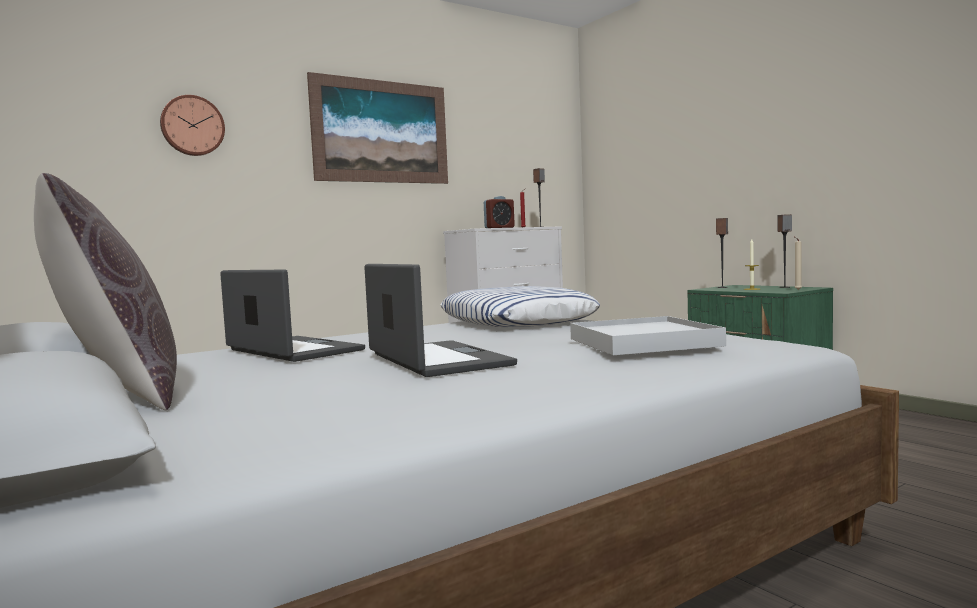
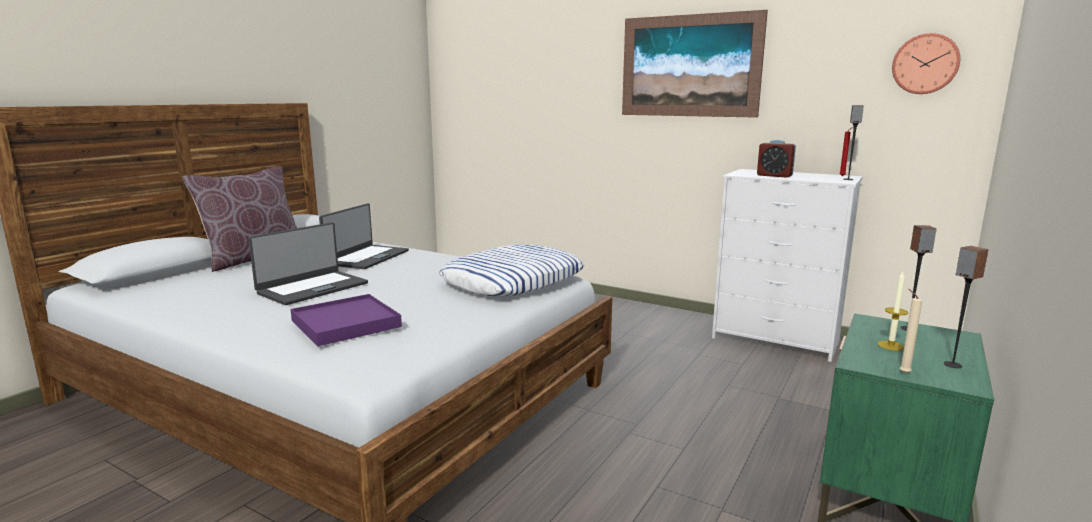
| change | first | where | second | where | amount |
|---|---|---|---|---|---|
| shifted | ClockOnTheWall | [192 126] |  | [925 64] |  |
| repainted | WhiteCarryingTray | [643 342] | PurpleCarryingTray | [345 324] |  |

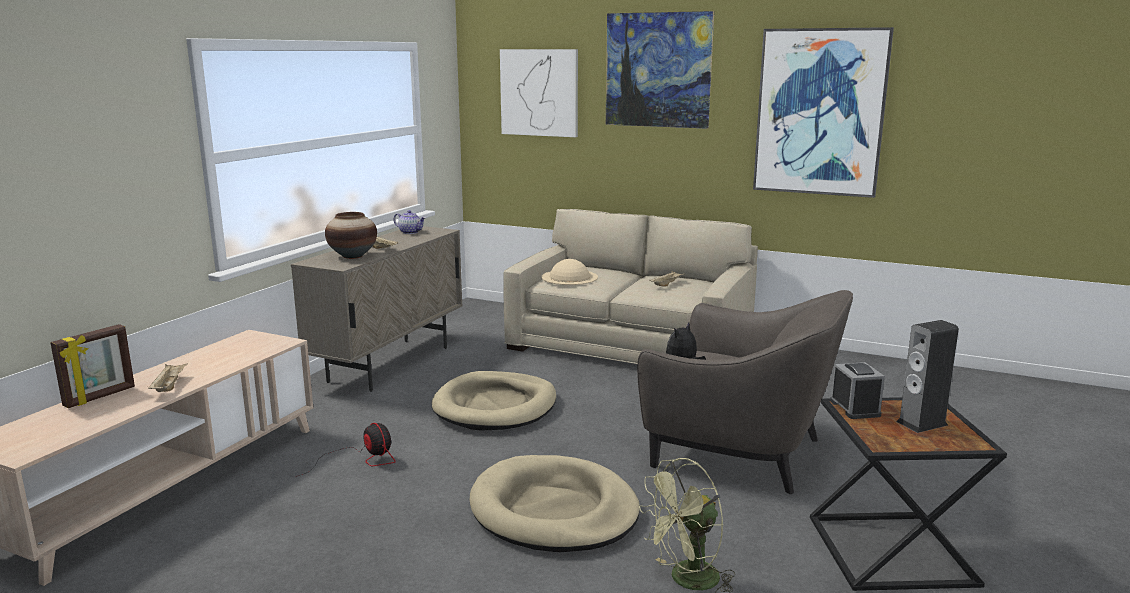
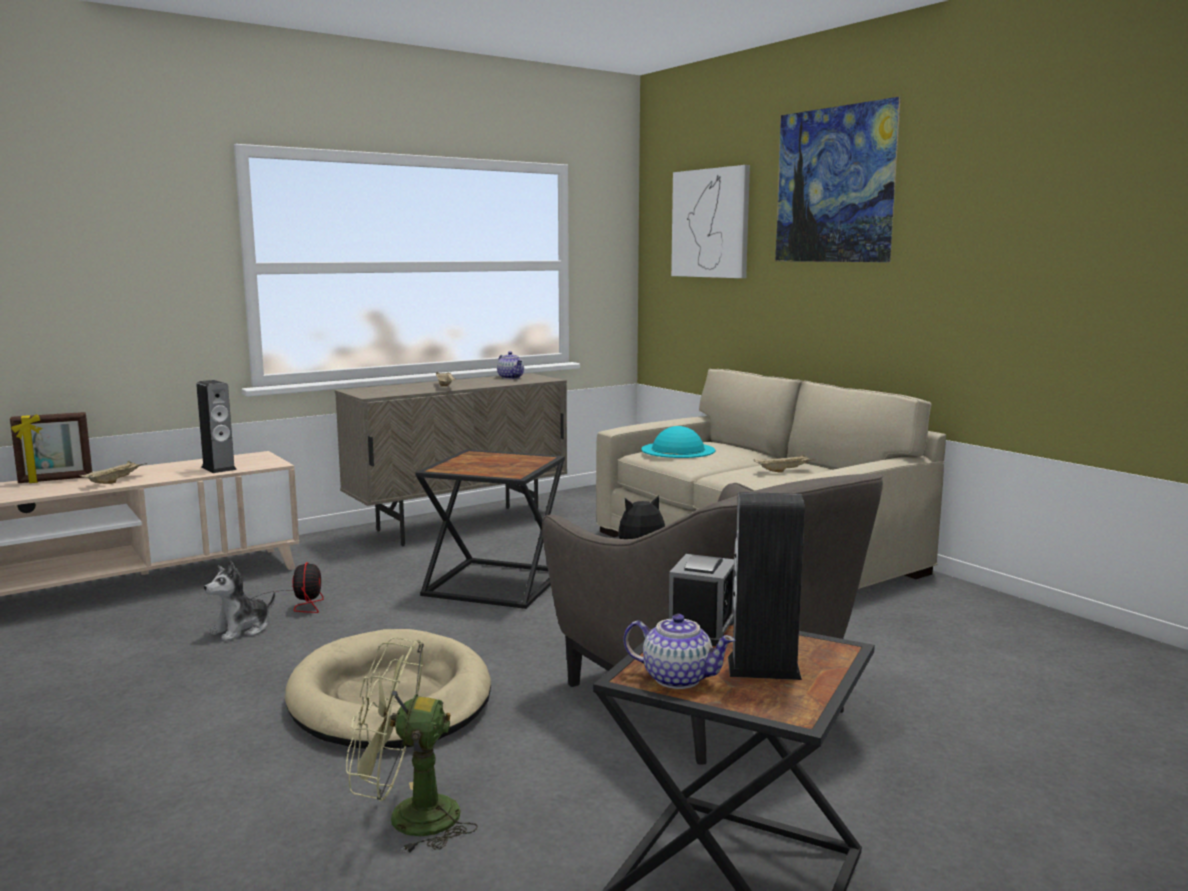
| change | first | where | second | where | amount |
|---|---|---|---|---|---|
| gone | Vase | [352 256] |  |  |  |
| gone | WallArt | [820 112] |  |  |  |
| new |  |  | Loudspeaker | [218 468] |  |
| new |  |  | SoftToy | [242 630] |  |
| new |  |  | Teapot | [677 678] |  |
| swapped | BeigeColouredPetBed | [495 406] | BlackEndTable | [498 584] |  |
| repainted | BeigeColouredHat | [569 277] | TurquoiseHat | [678 450] |  |

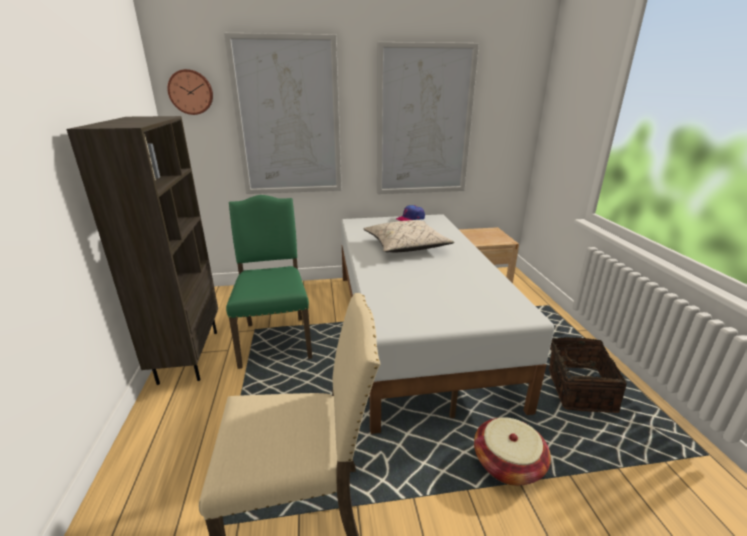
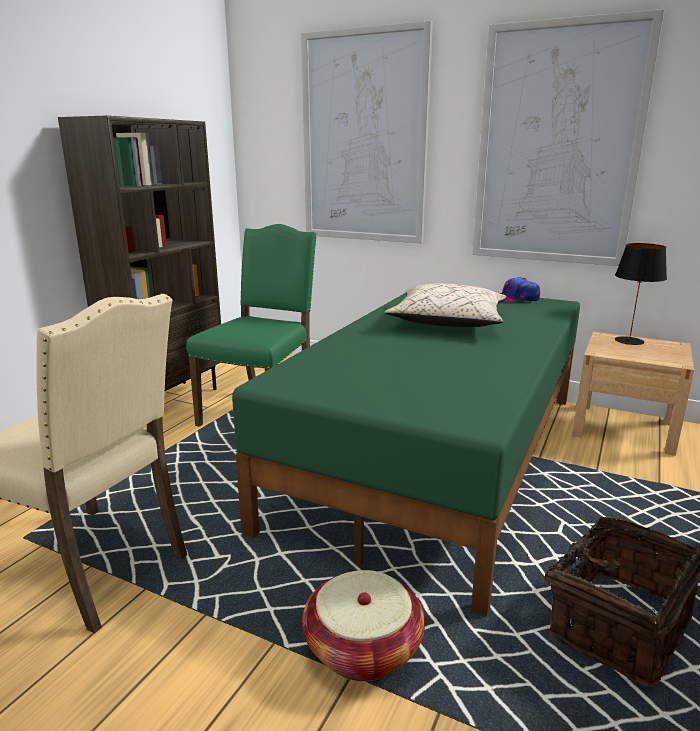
| change | first | where | second | where | amount |
|---|---|---|---|---|---|
| gone | ClockOnTheWall | [191 92] |  |  |  |
| new |  |  | BlackLampForATable | [629 341] |  |
| repainted | WhiteBedroomBed | [415 329] | GreenishBedroomBed | [440 455] |  |

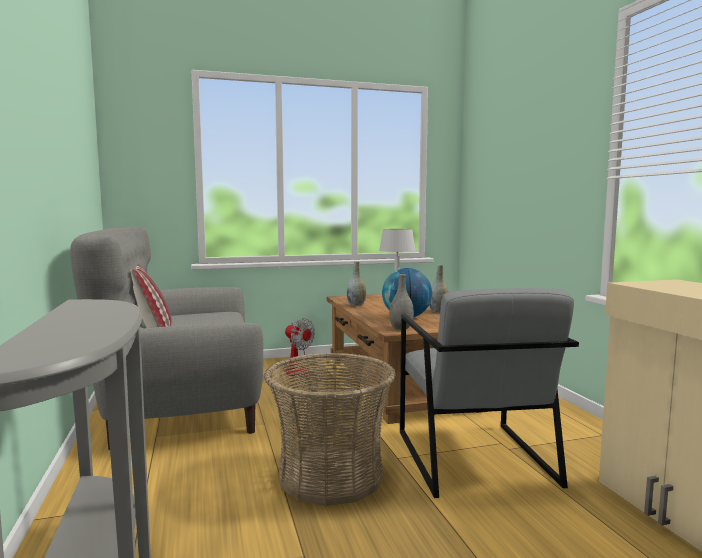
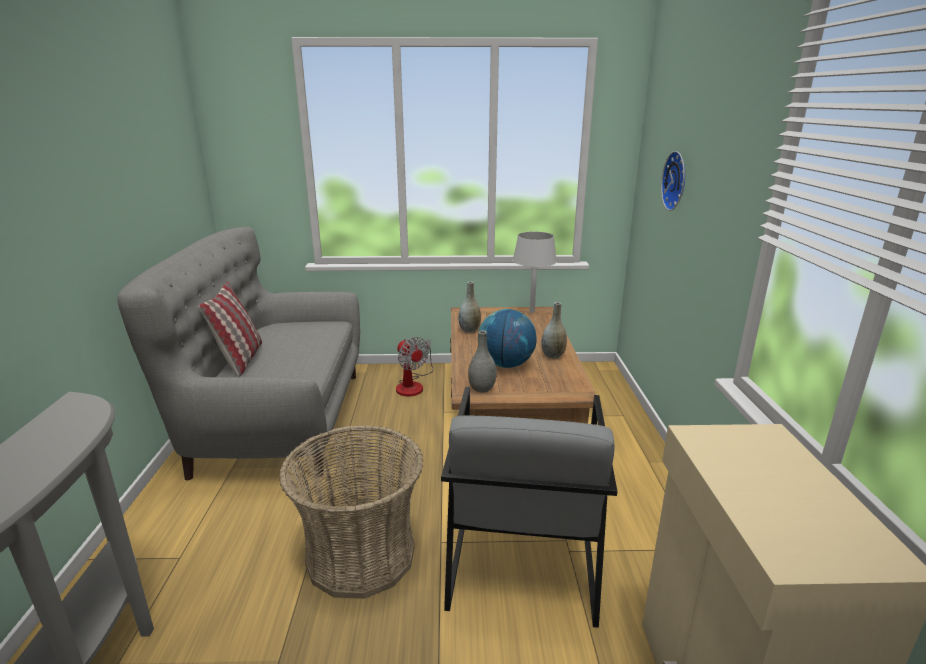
| change | first | where | second | where | amount |
|---|---|---|---|---|---|
| new |  |  | ClockOnTheWall | [677 181] |  |

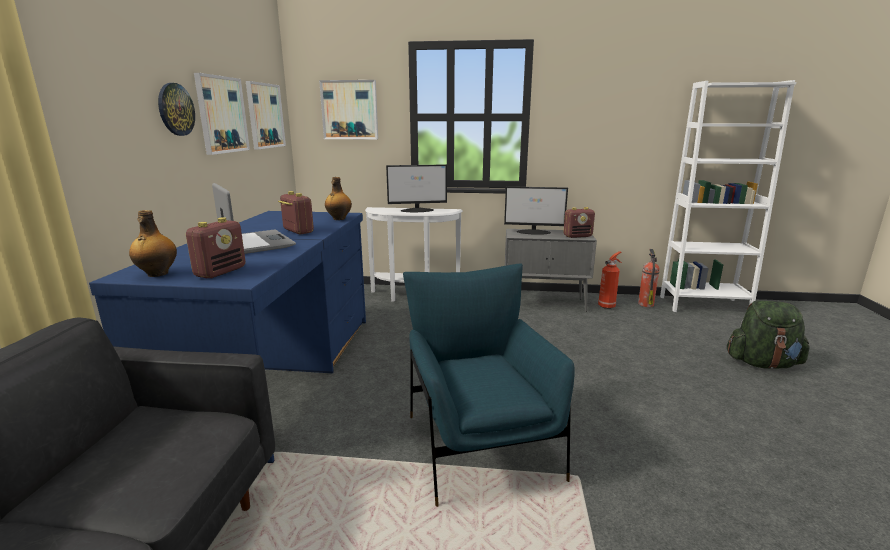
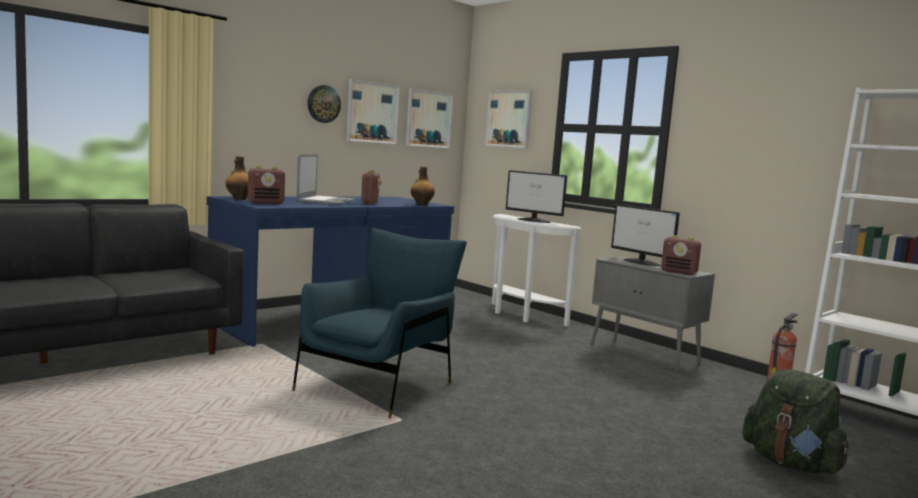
| change | first | where | second | where | amount |
|---|---|---|---|---|---|
| gone | FireFightingCylinder | [607 306] |  |  |  |

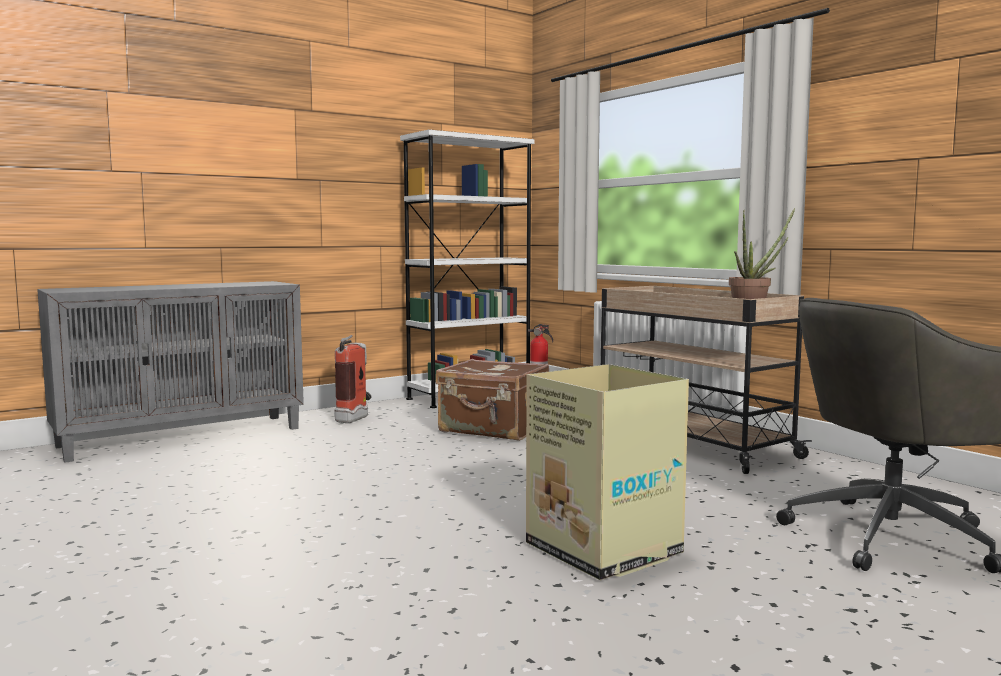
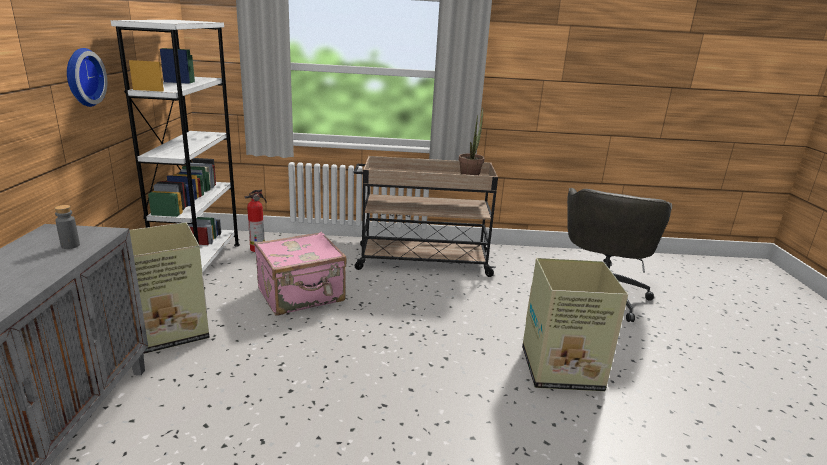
| change | first | where | second | where | amount |
|---|---|---|---|---|---|
| new |  |  | GreyishDrinkBottle | [70 245] |  |
| new |  |  | ClockOnTheWall | [82 77] |  |
| swapped | FireFightingCylinder | [356 418] | Carton | [167 331] |  |
| repainted | BrownColouredTravelCase | [493 429] | PinkishTravelCase | [302 296] |  |

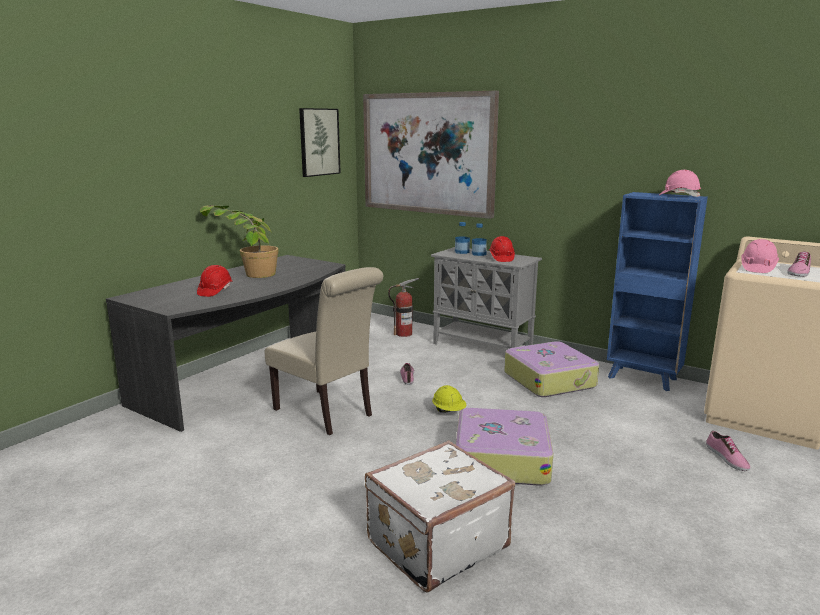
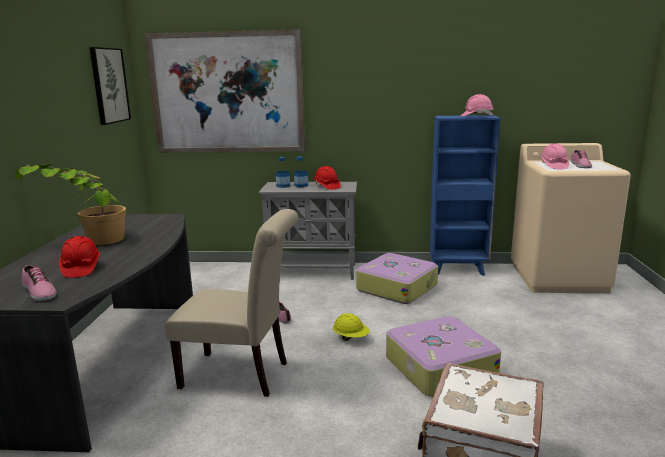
| change | first | where | second | where | amount |
|---|---|---|---|---|---|
| gone | FireFightingCylinder | [404 334] |  |  |  |
| shifted | LowShoe | [726 458] |  | [38 292] |  |

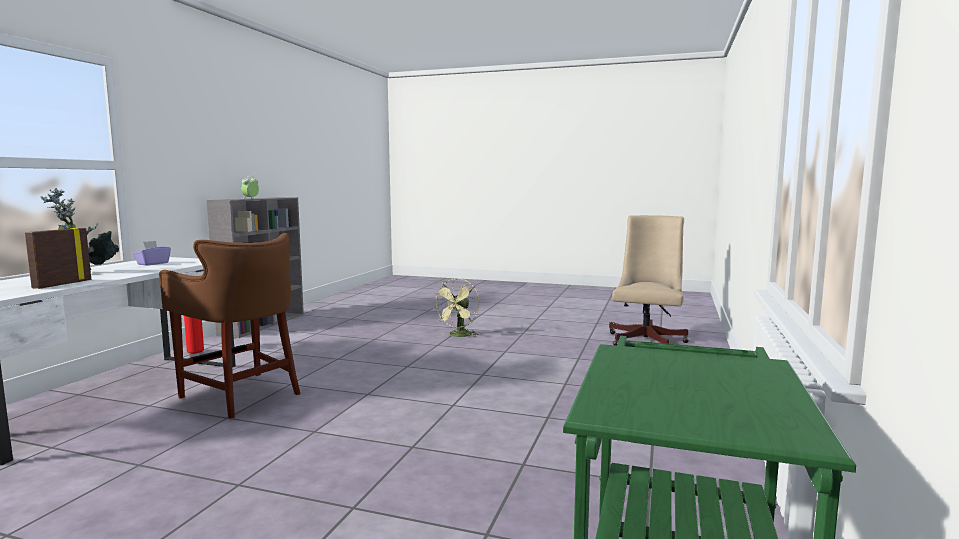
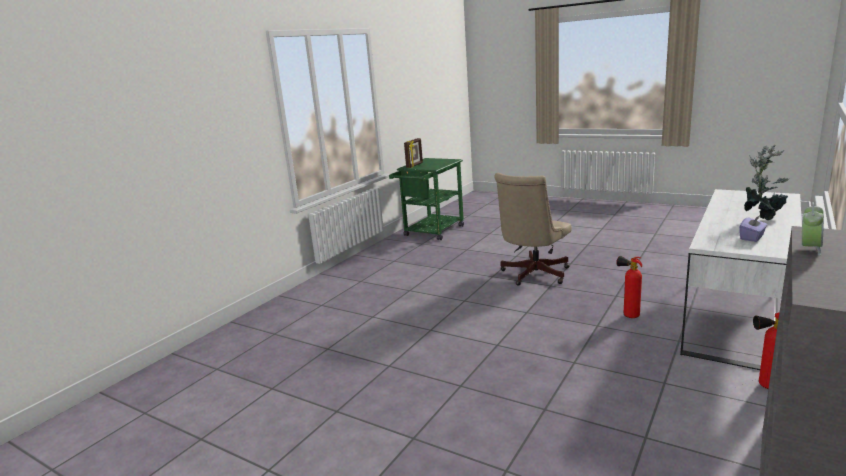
| change | first | where | second | where | amount |
|---|---|---|---|---|---|
| gone | GreenishCoolingFan | [459 336] |  |  |  |
| shifted | StandingFrame | [62 284] |  | [415 165] |  |
| shifted | BeigeColouredComputerChair | [647 339] |  | [532 275] |  |
| swapped | BrownColouredSittingStool | [242 394] | FireFightingCylinder | [628 315] |  |

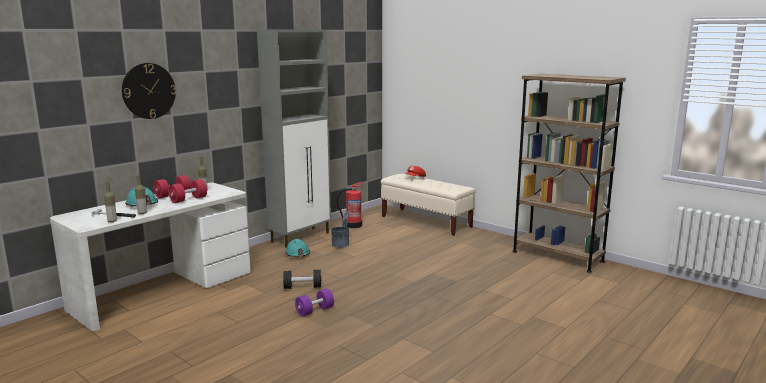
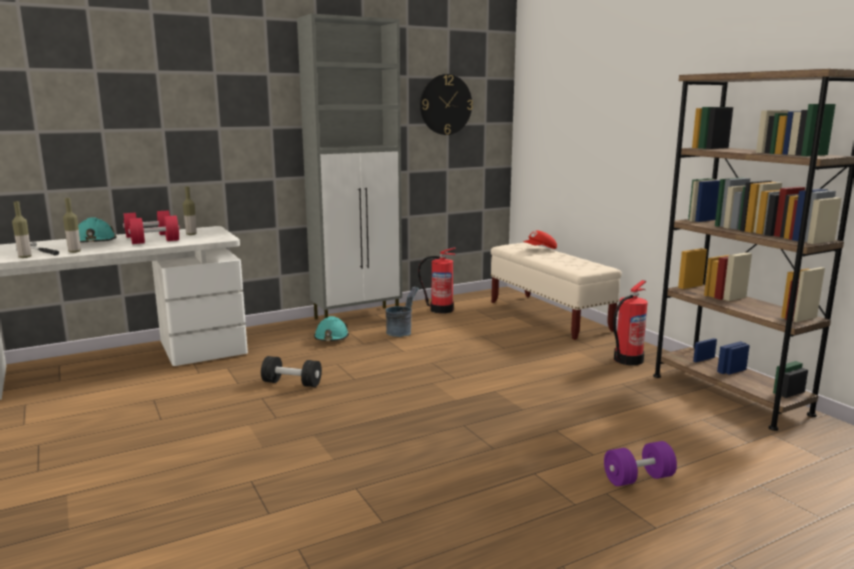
| change | first | where | second | where | amount |
|---|---|---|---|---|---|
| new |  |  | FireFightingCylinder | [627 360] |  |
| shifted | ClockOnTheWall | [148 91] |  | [445 104] |  |
| shifted | PurpleHandWeight | [315 311] |  | [638 478] |  |

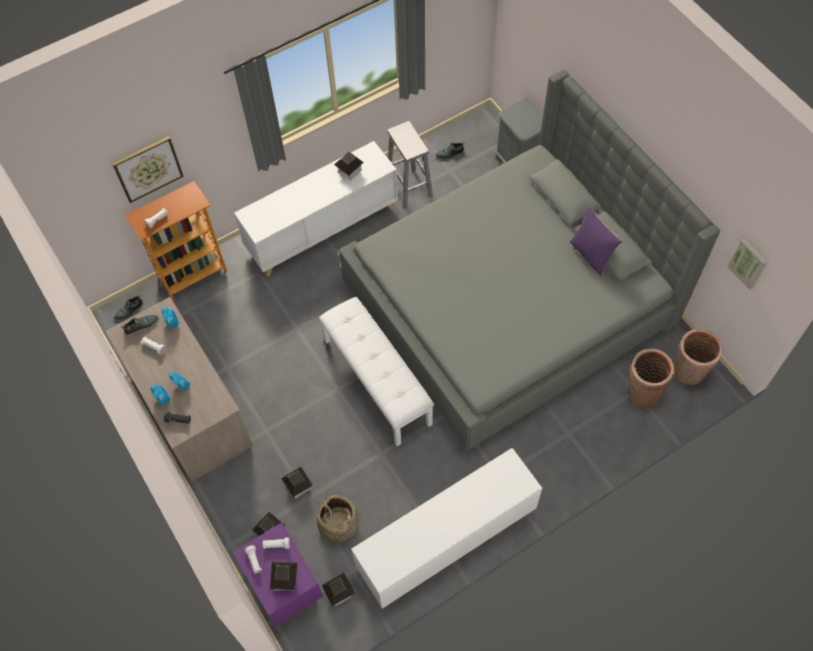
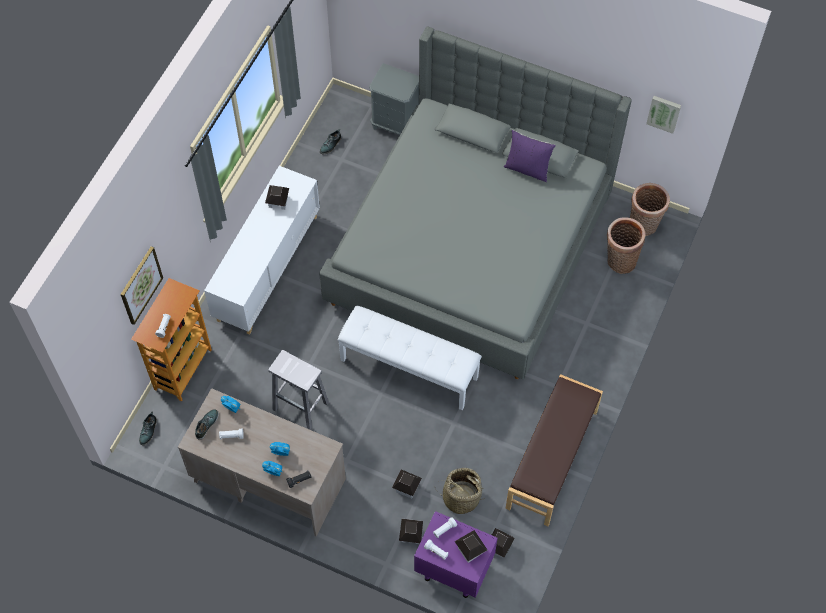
| change | first | where | second | where | amount |
|---|---|---|---|---|---|
| shifted | WhiteSittingStool | [409 188] |  | [301 406] |  |
| swapped | WhiteCabinet | [446 542] | BrownColouredIndoorBench | [552 459] |  |

